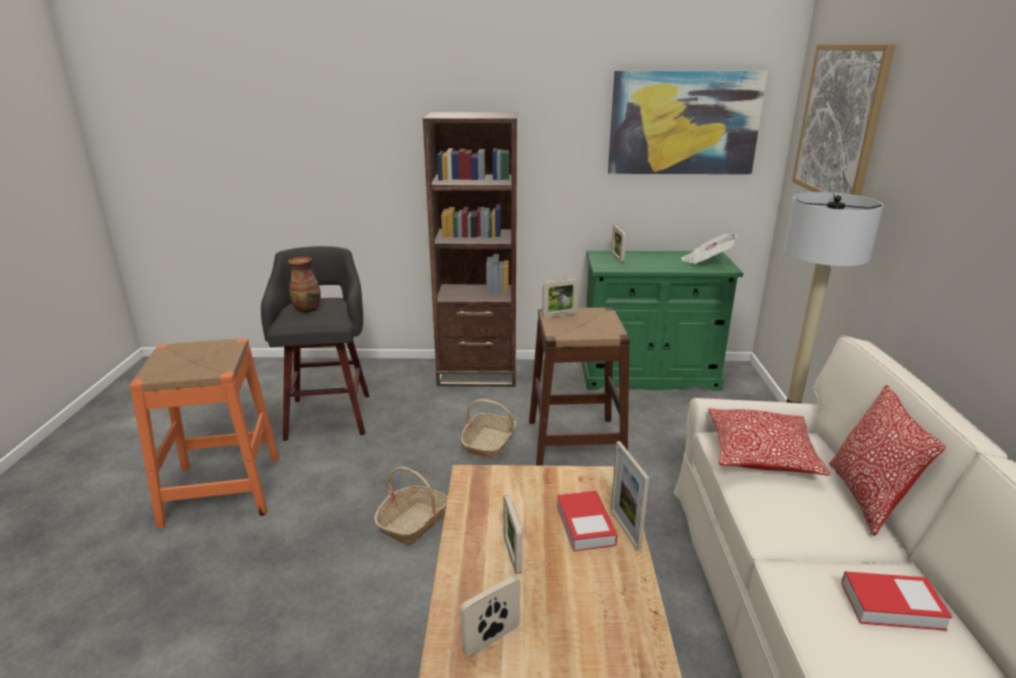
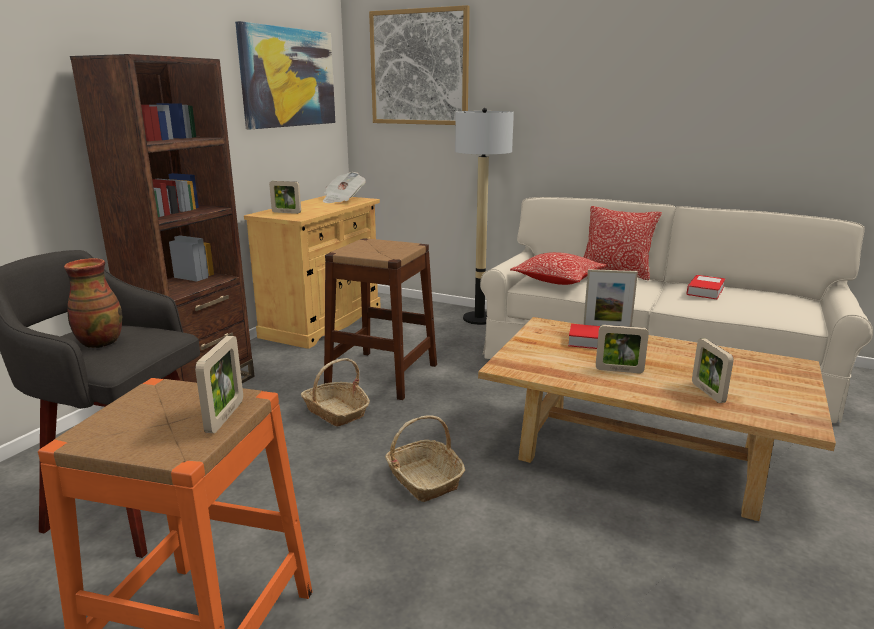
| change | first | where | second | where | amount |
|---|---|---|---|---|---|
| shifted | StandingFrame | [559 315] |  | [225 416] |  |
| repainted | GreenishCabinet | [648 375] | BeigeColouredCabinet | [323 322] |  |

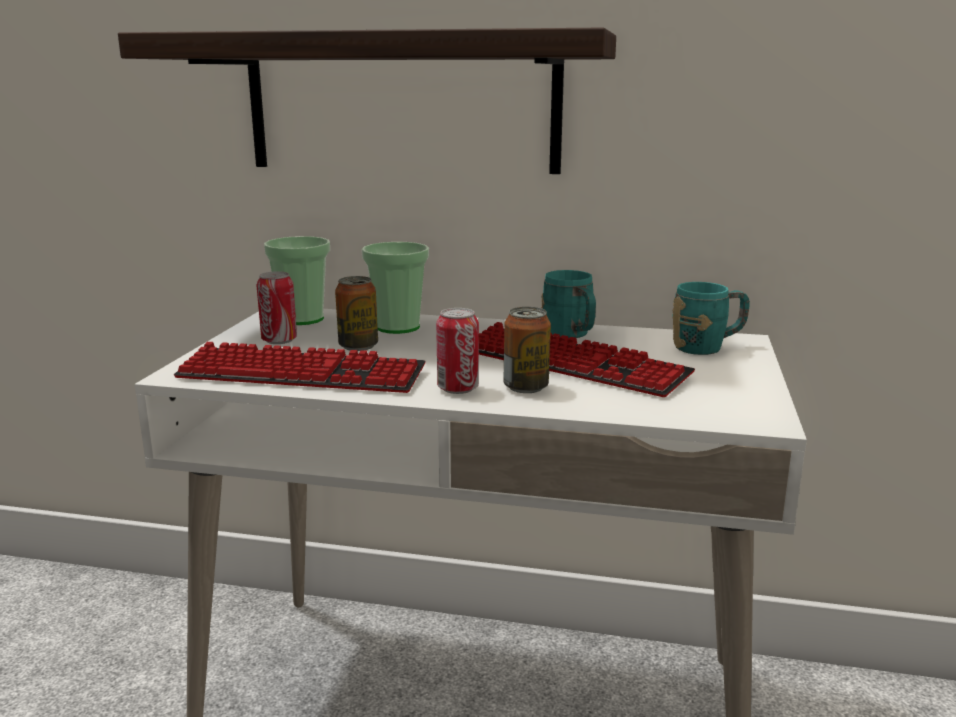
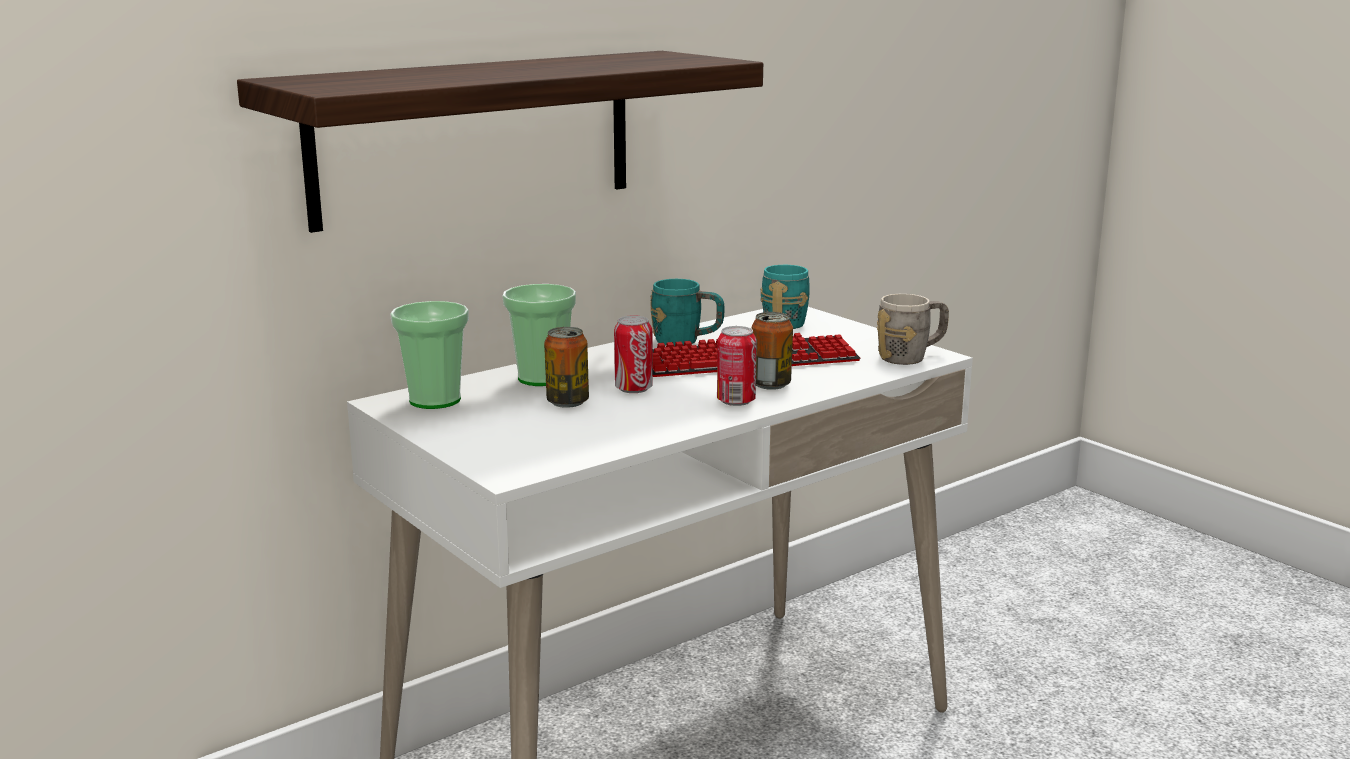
| change | first | where | second | where | amount |
|---|---|---|---|---|---|
| gone | ComputerKeyboard | [301 374] |  |  |  |
| new |  |  | GreyishTeaMug | [911 357] |  |
| shifted | SealedCan | [279 340] |  | [633 389] |  |

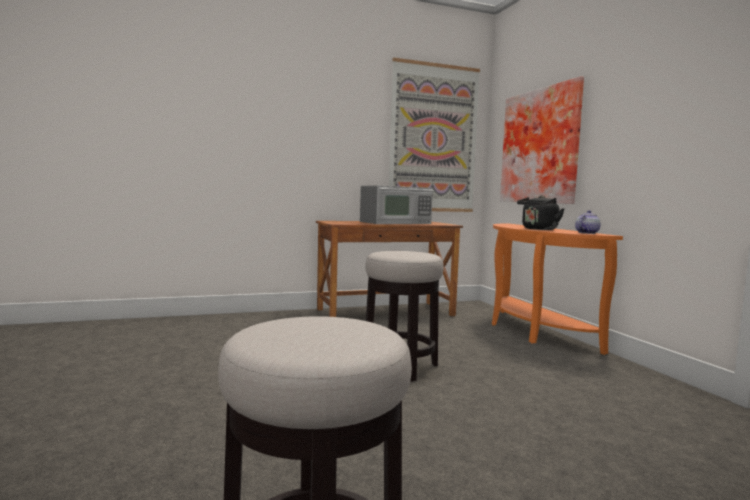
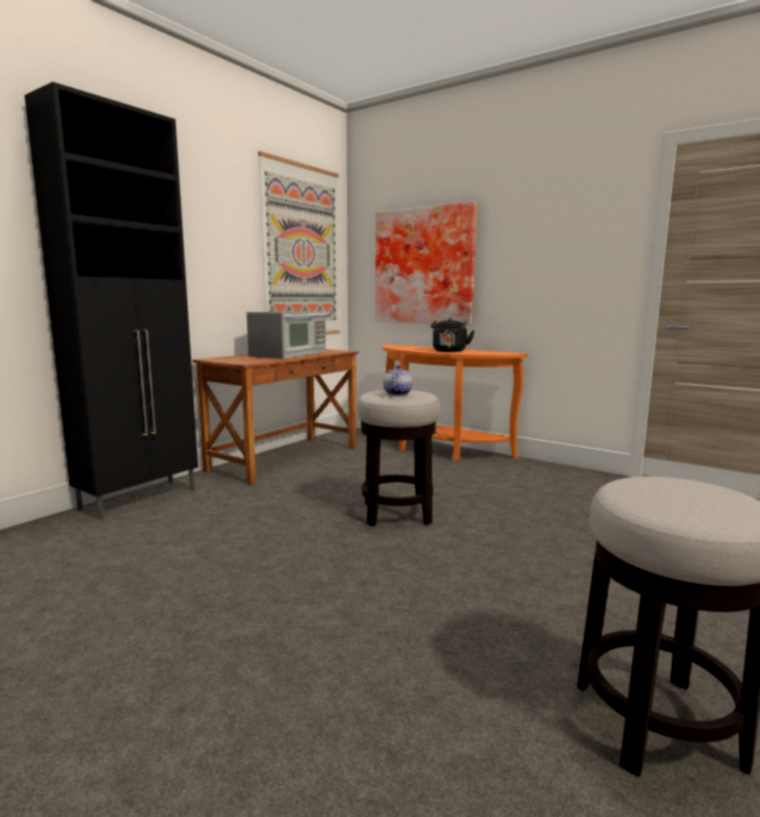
| change | first | where | second | where | amount |
|---|---|---|---|---|---|
| new |  |  | BlackCabinet | [141 499] |  |
| shifted | Teapot | [586 233] |  | [396 393] |  |

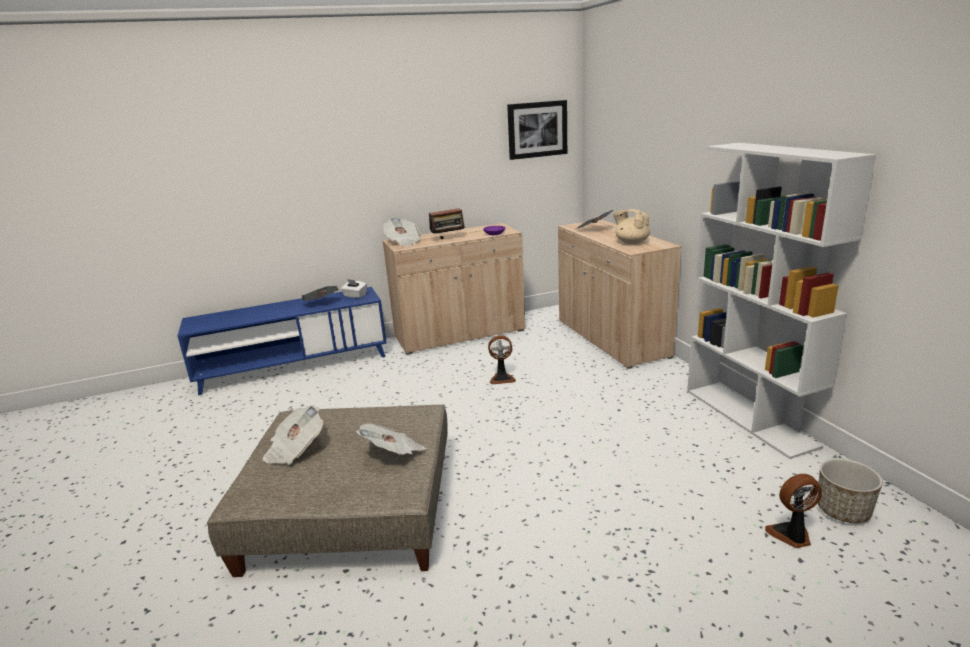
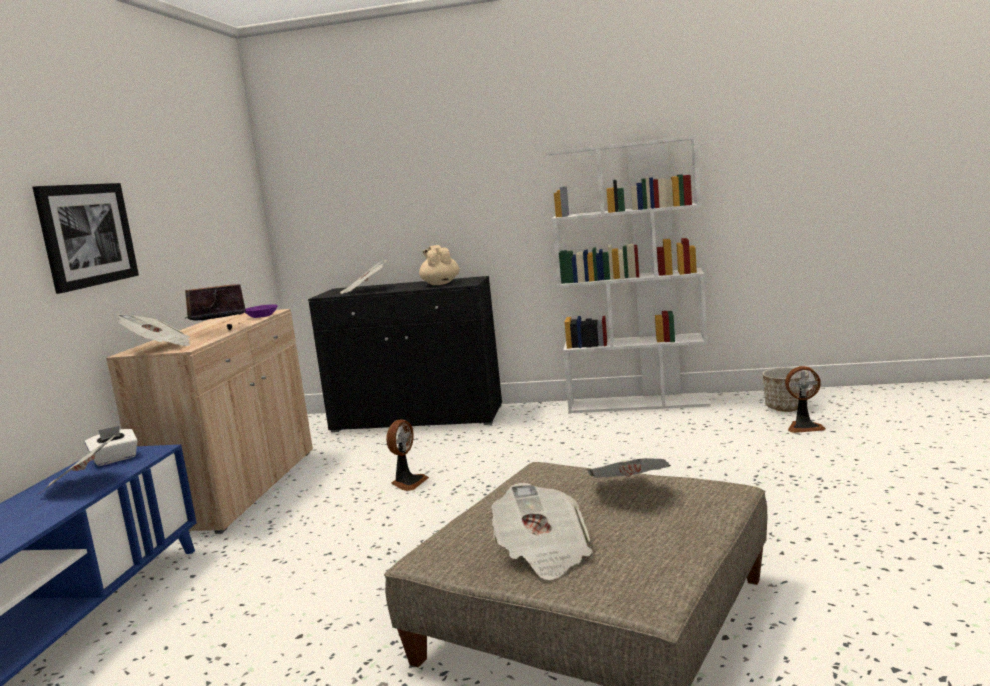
| change | first | where | second | where | amount |
|---|---|---|---|---|---|
| shifted | WallArt | [537 129] |  | [87 235] |  |
| repainted | BeigeColouredCabinet | [611 339] | BlackCabinet | [417 419] |  |
| rotated | RadioSet | [448 239] |  | [219 331] | 135 degrees counterclockwise |
| rotated | BeigeColouredTeapot | [631 242] |  | [440 284] | 90 degrees clockwise |
| rotated | CoolingFan | [791 535] |  | [804 427] | 105 degrees counterclockwise |

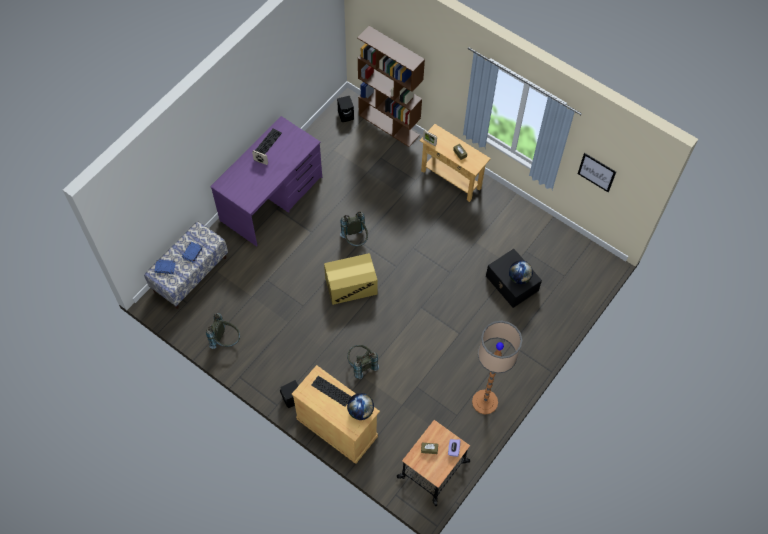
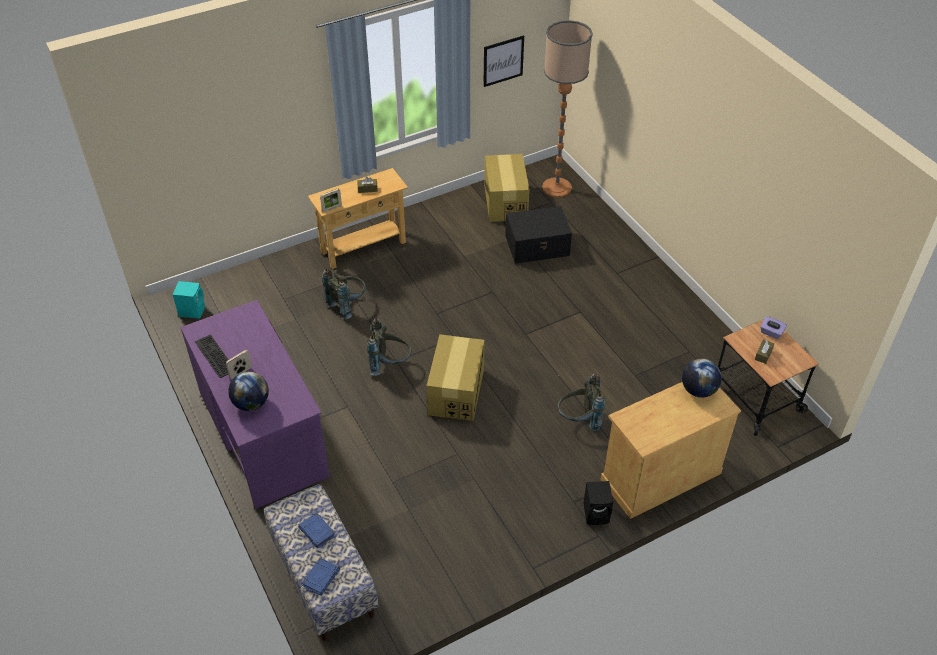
| change | first | where | second | where | amount |
|---|---|---|---|---|---|
| gone | ComputerKeyboard | [330 391] |  |  |  |
| gone | BrownColouredShelvingUnit | [389 125] |  |  |  |
| new |  |  | Carton | [505 202] |  |
| shifted | GreyishBackpack | [226 340] |  | [348 304] |  |
| shifted | StandardLamp | [484 402] |  | [557 188] |  |
| shifted | Globe | [519 277] |  | [251 403] |  |
| repainted | BlackLoudspeaker | [346 115] | TurquoiseLoudspeaker | [192 310] |  |

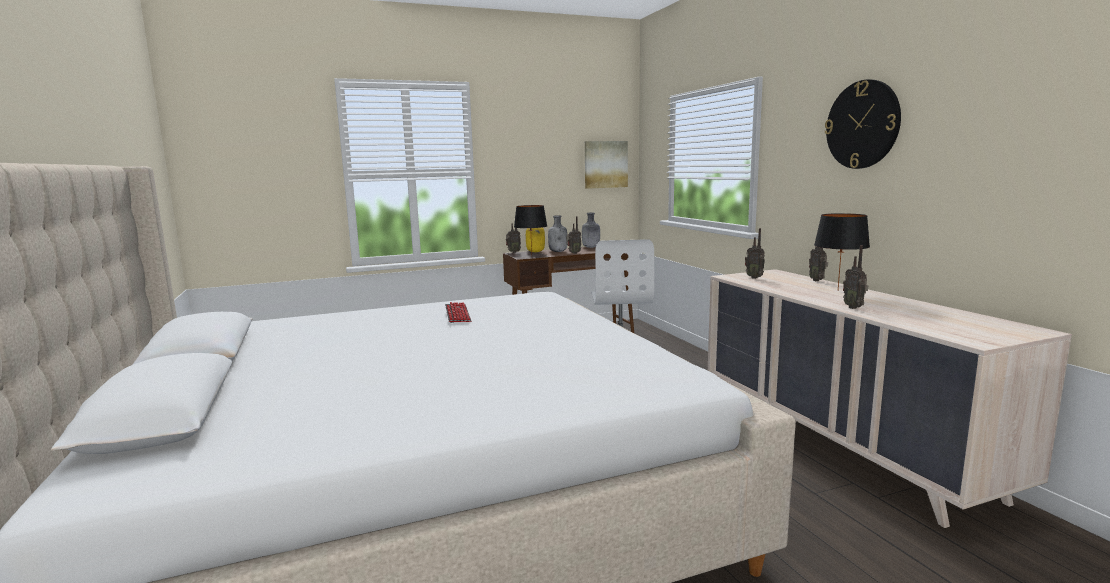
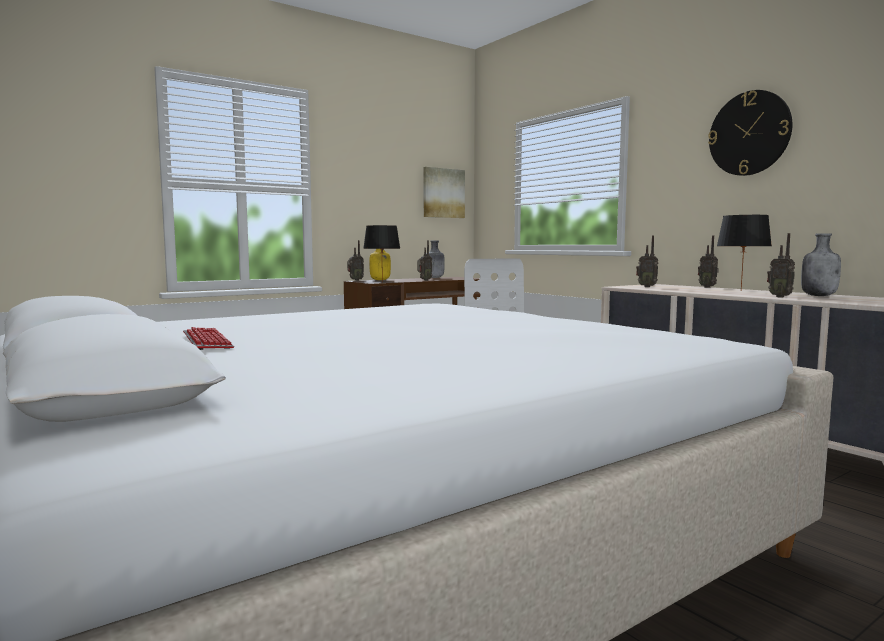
| change | first | where | second | where | amount |
|---|---|---|---|---|---|
| shifted | ComputerKeyboard | [457 314] |  | [207 341] |  |
| shifted | GreyishDrinkBottle | [558 251] |  | [819 296] |  |

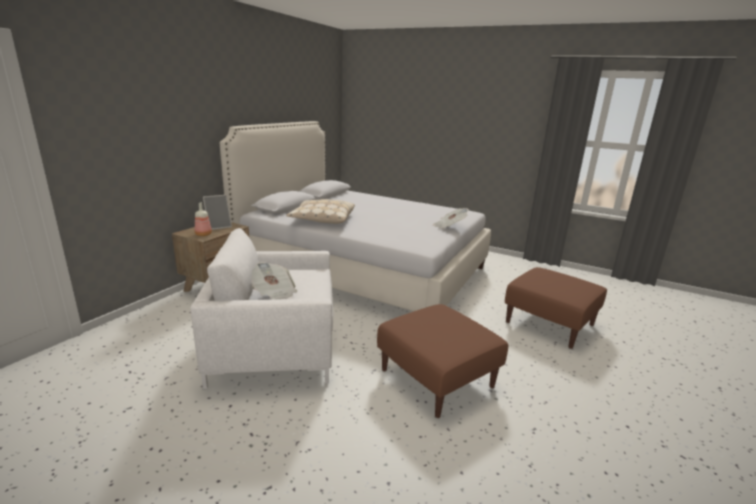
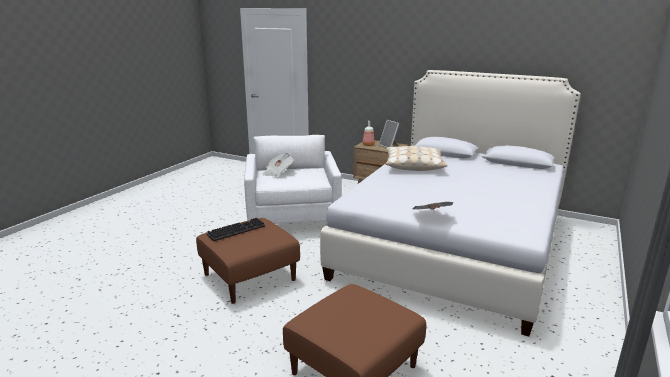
| change | first | where | second | where | amount |
|---|---|---|---|---|---|
| new |  |  | ComputerKeyboard | [237 230] |  |

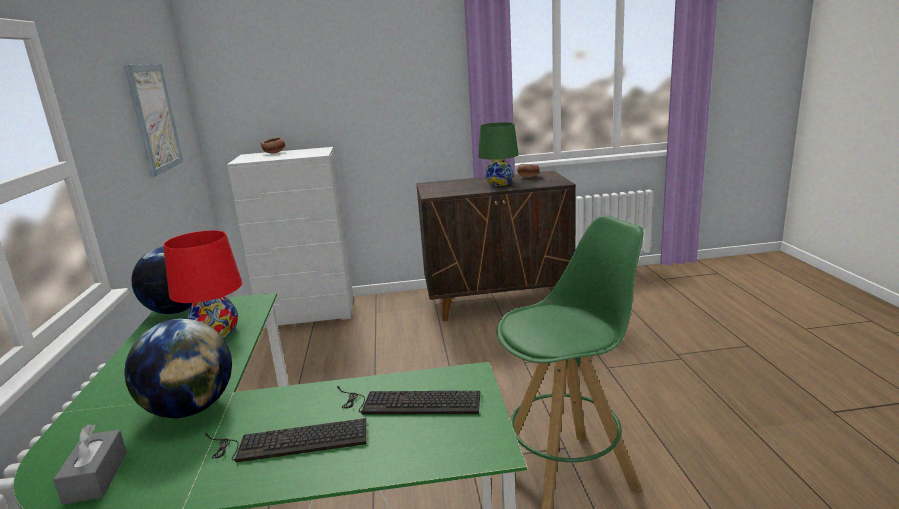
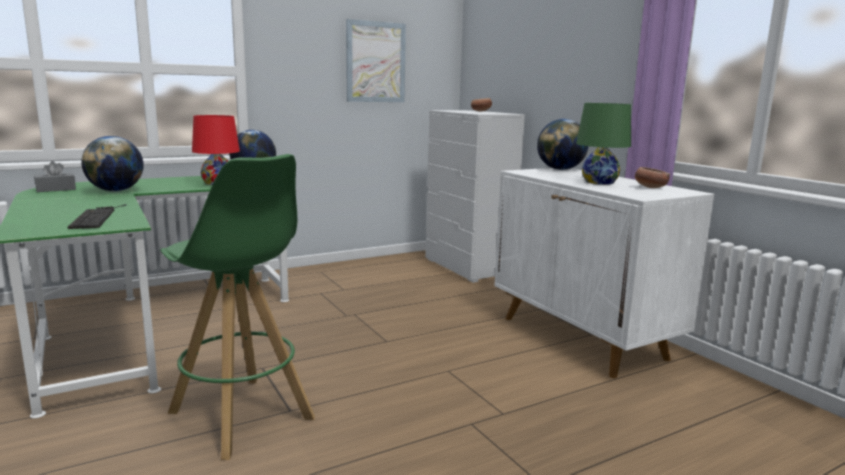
| change | first | where | second | where | amount |
|---|---|---|---|---|---|
| gone | ComputerKeyboard | [287 441] |  |  |  |
| new |  |  | Globe | [560 169] |  |
| repainted | BrownColouredCabinet | [498 302] | WhiteCabinet | [582 338] |  |

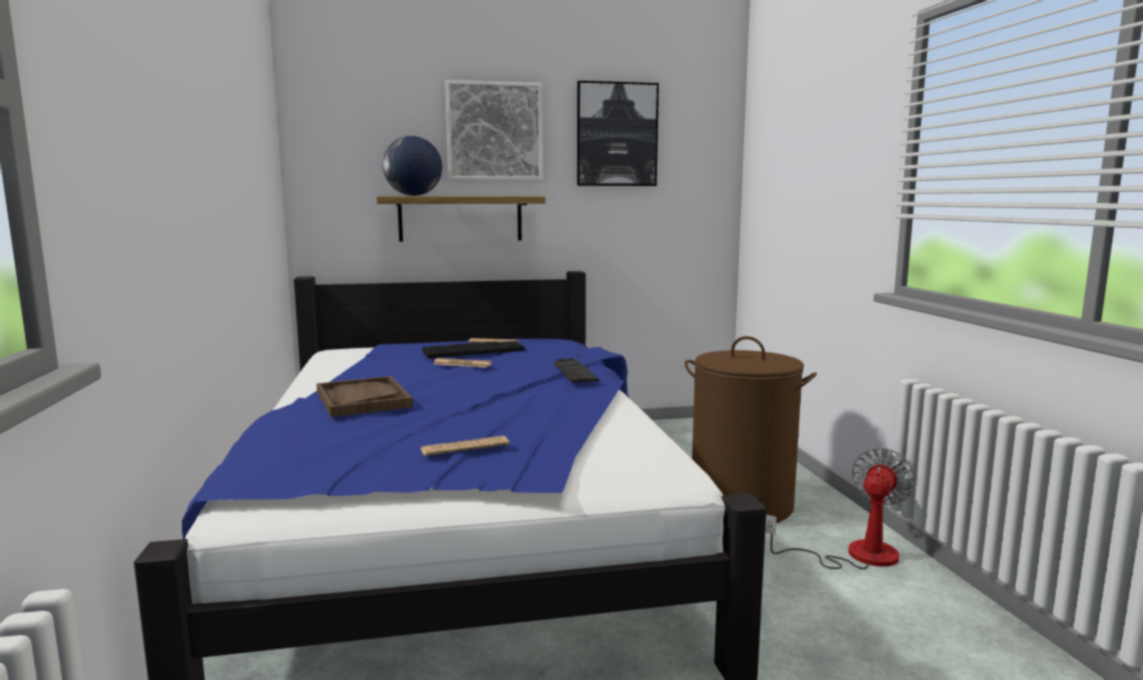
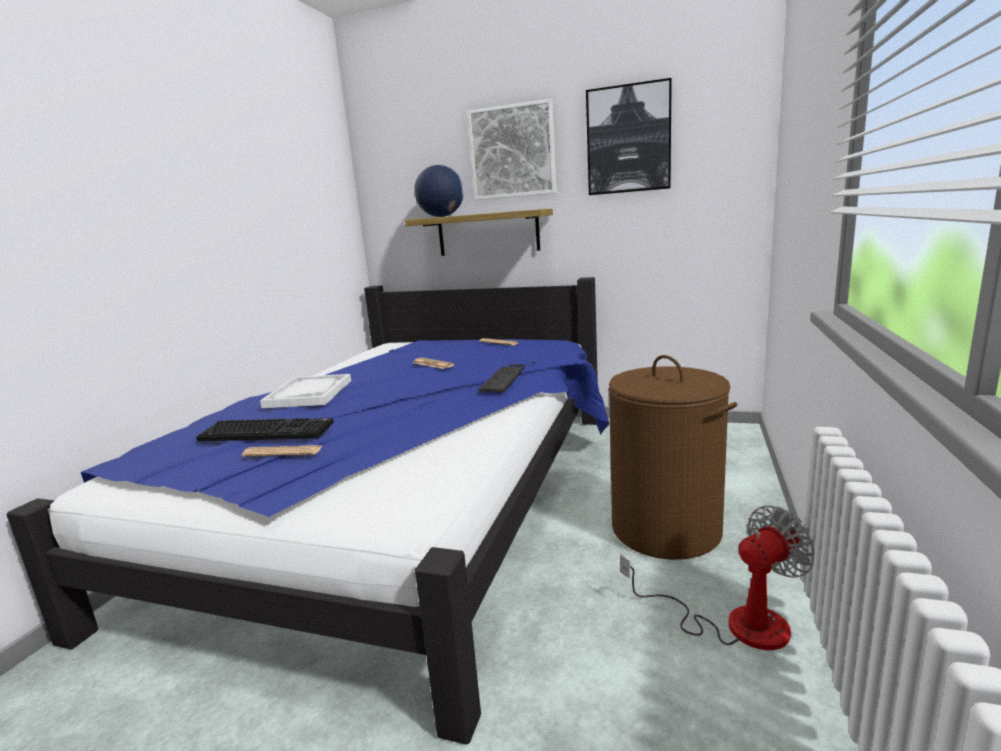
| change | first | where | second | where | amount |
|---|---|---|---|---|---|
| shifted | ComputerKeyboard | [474 351] |  | [269 431] |  |
| repainted | BrownColouredCarryingTray | [363 399] | WhiteCarryingTray | [309 393] |  |

